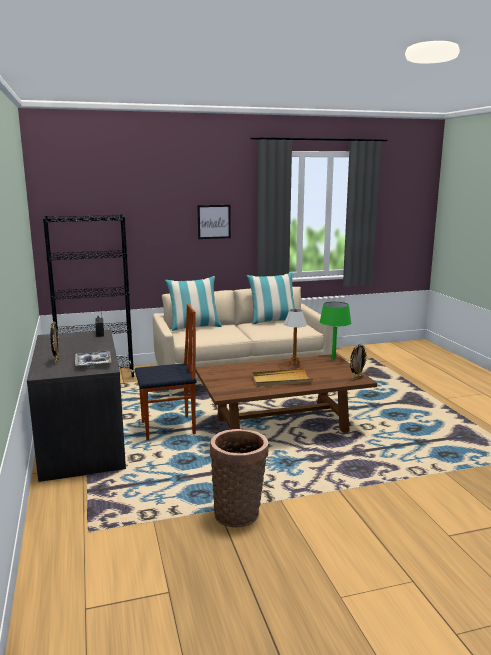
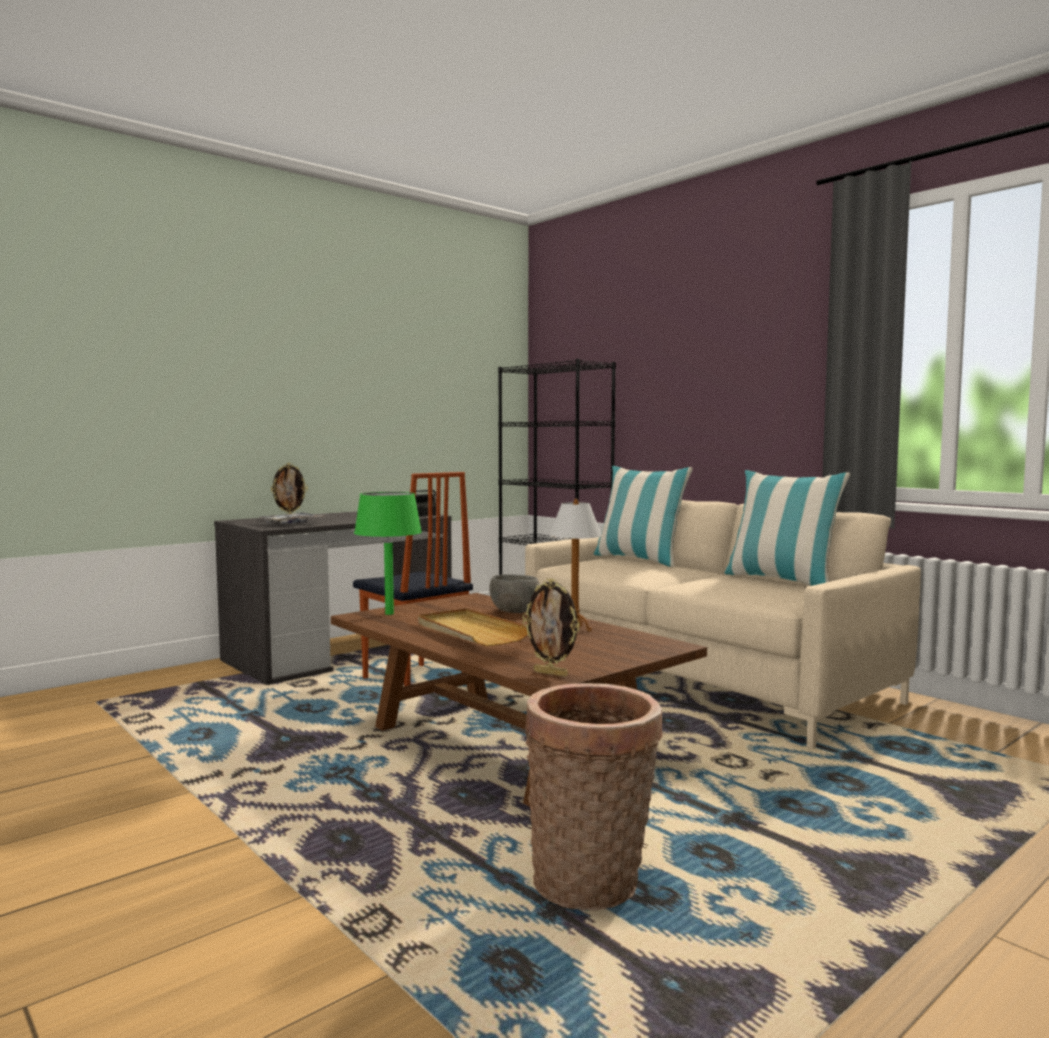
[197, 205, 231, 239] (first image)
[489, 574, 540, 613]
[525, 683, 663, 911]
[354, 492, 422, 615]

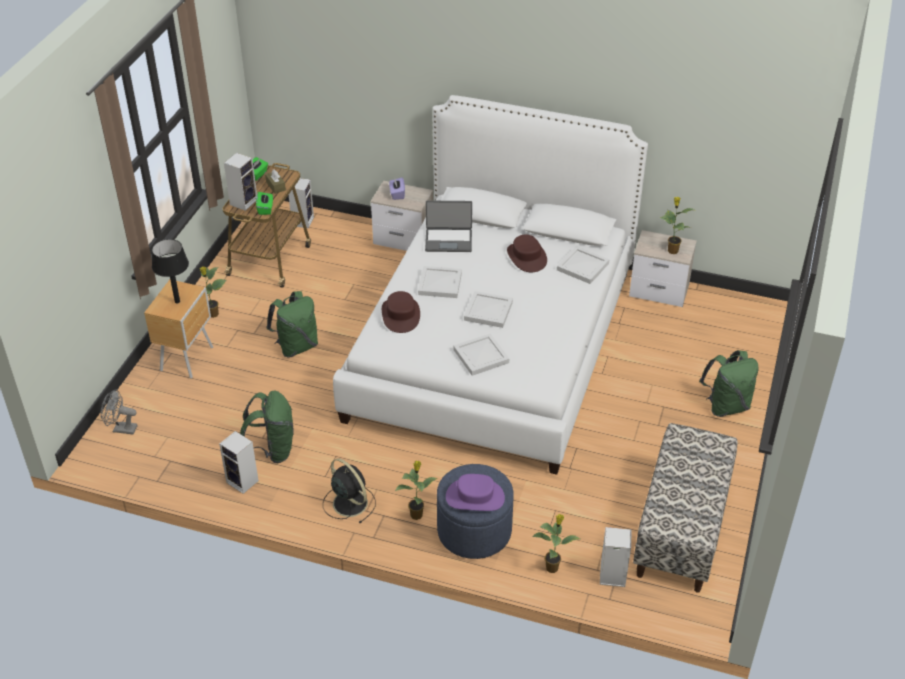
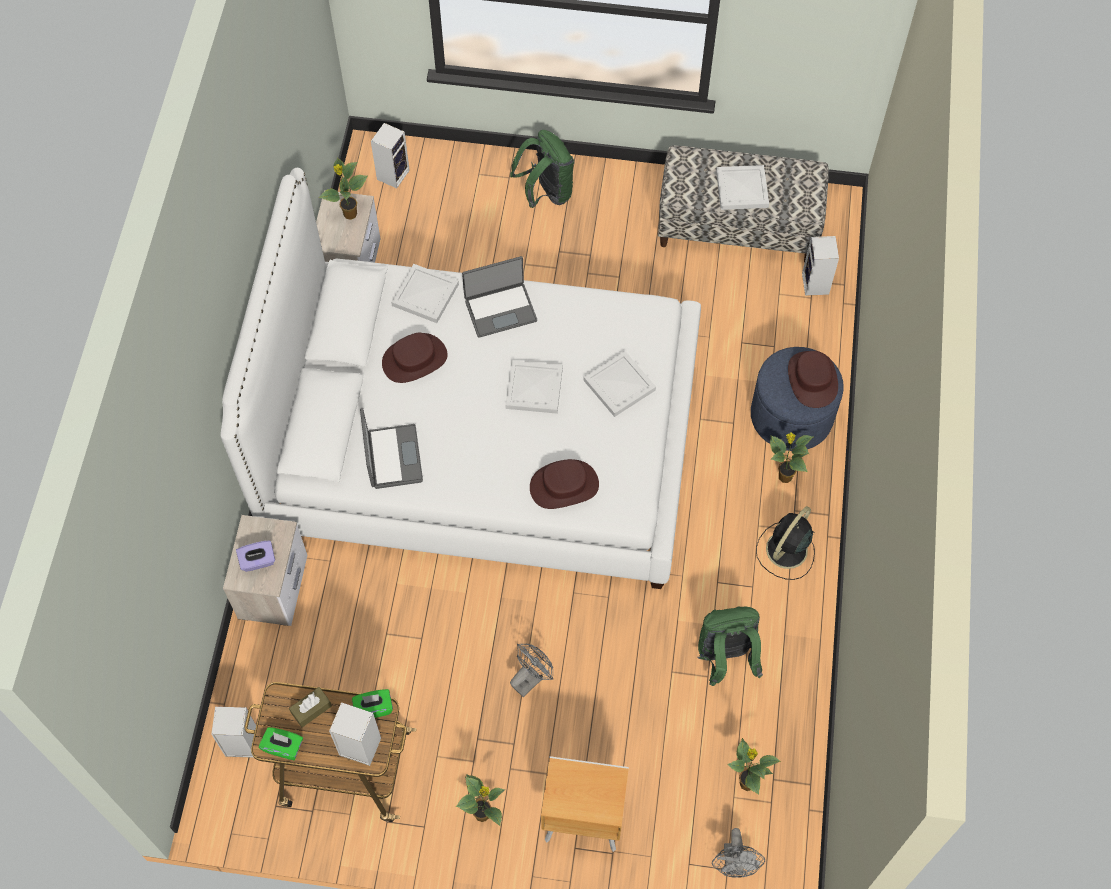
[152, 239, 189, 303] (first image)
[462, 256, 537, 338]
[371, 123, 410, 188]
[716, 165, 769, 210]
[727, 738, 781, 795]
[510, 644, 553, 697]
[788, 351, 838, 408]

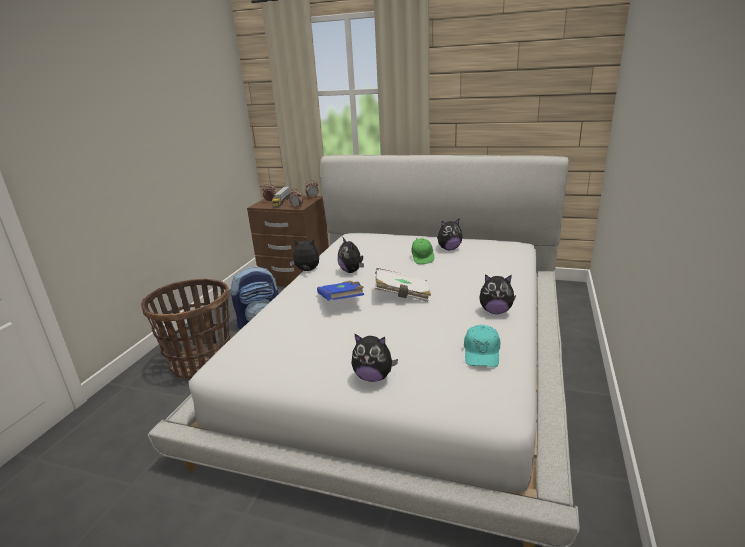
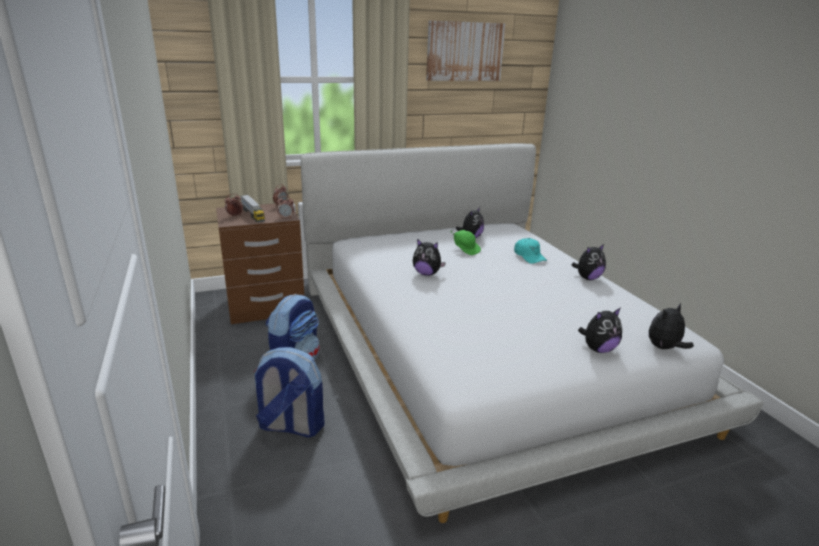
[317, 280, 364, 301] (first image)
[375, 268, 431, 302] (first image)
[426, 20, 505, 81]
[649, 303, 694, 349]
[514, 238, 547, 264]
[254, 347, 325, 437]

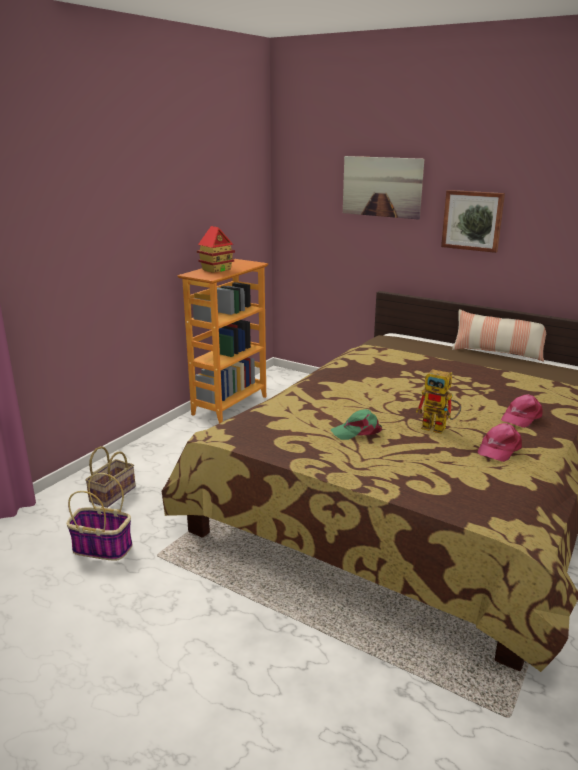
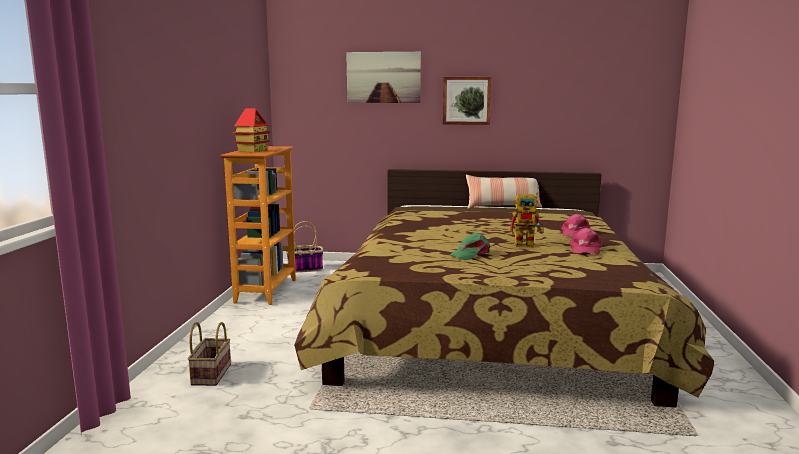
[286, 221, 323, 272]

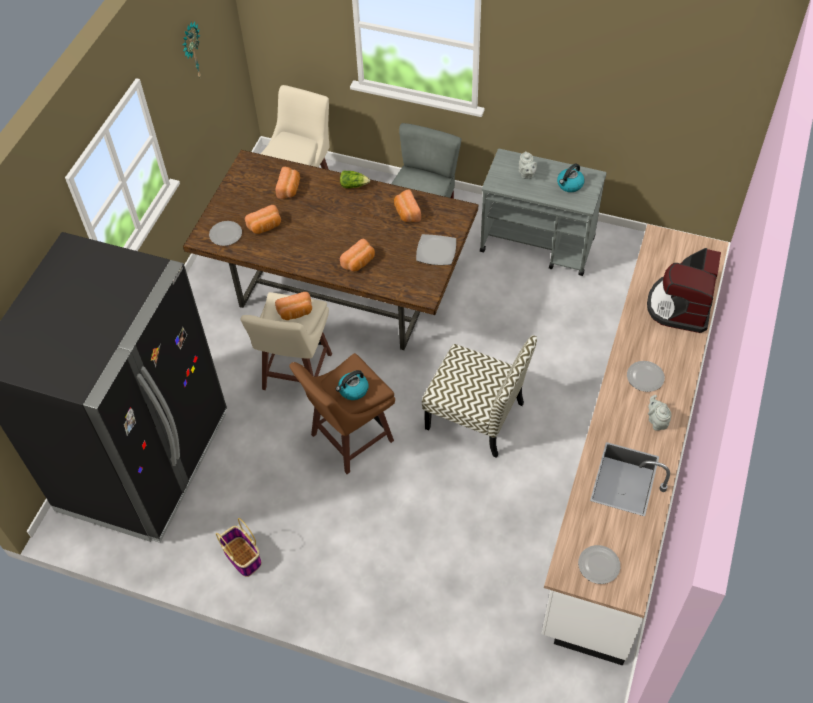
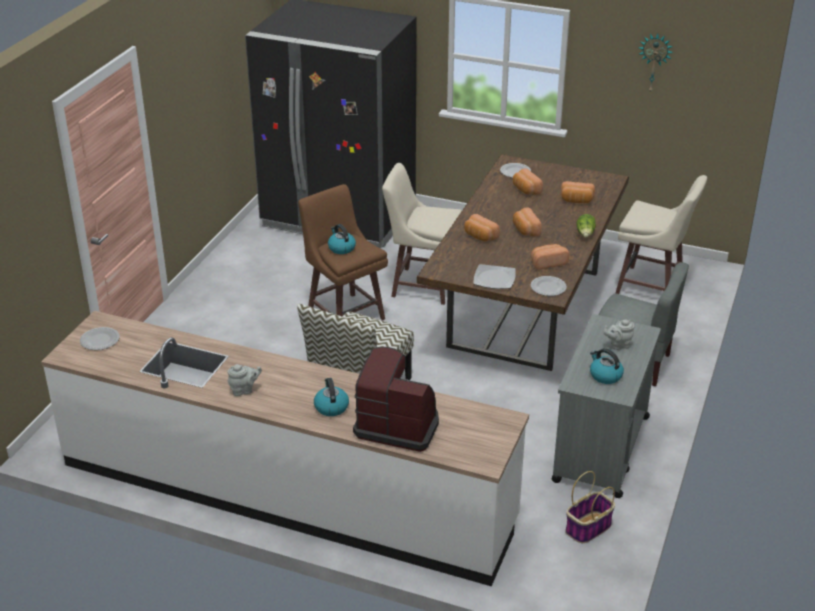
[314, 378, 349, 416]
[565, 471, 615, 543]
[513, 207, 542, 236]
[531, 276, 567, 296]

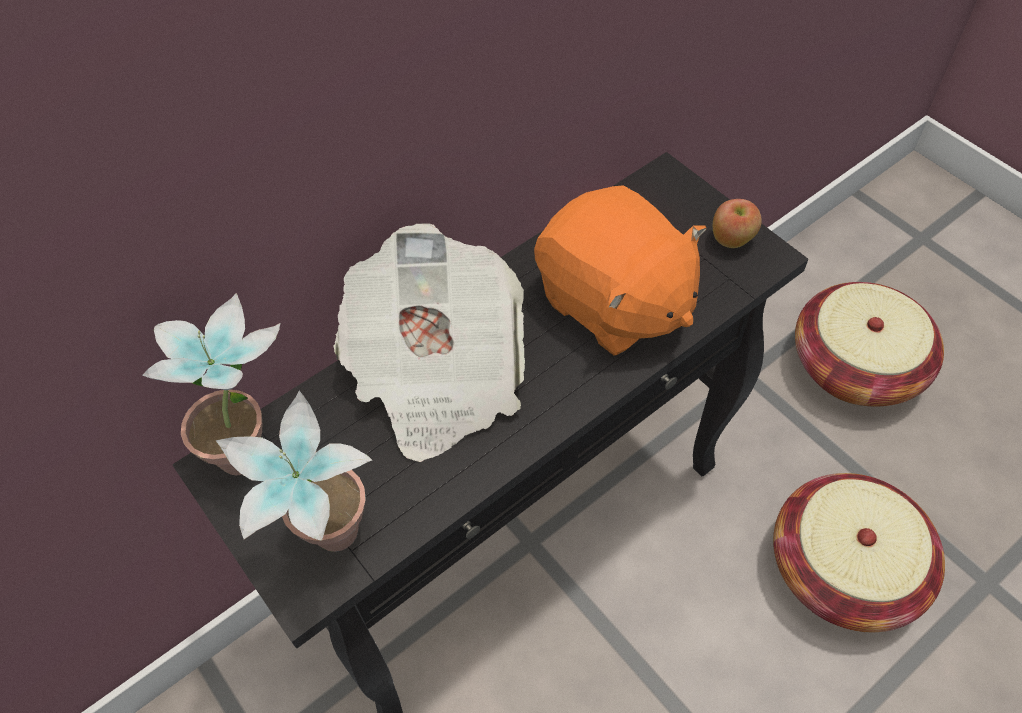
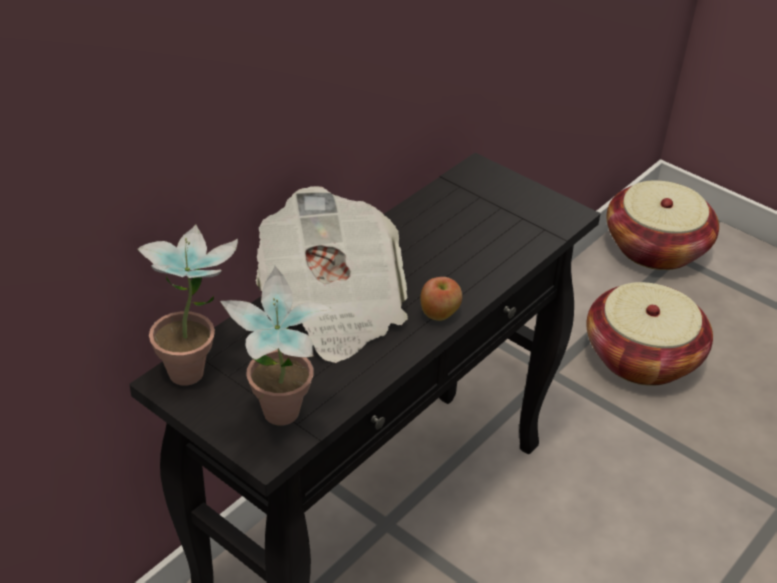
[534, 185, 706, 356] (first image)
[420, 277, 462, 321]
[606, 180, 719, 270]

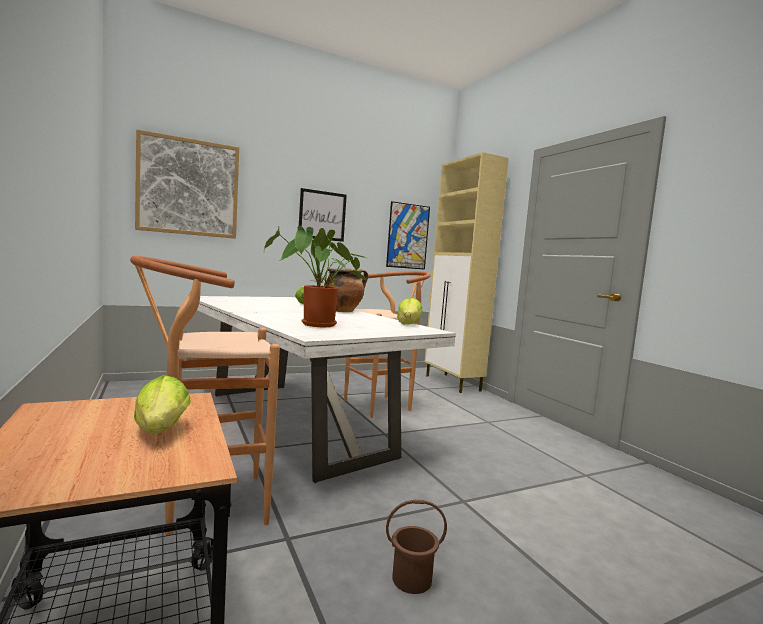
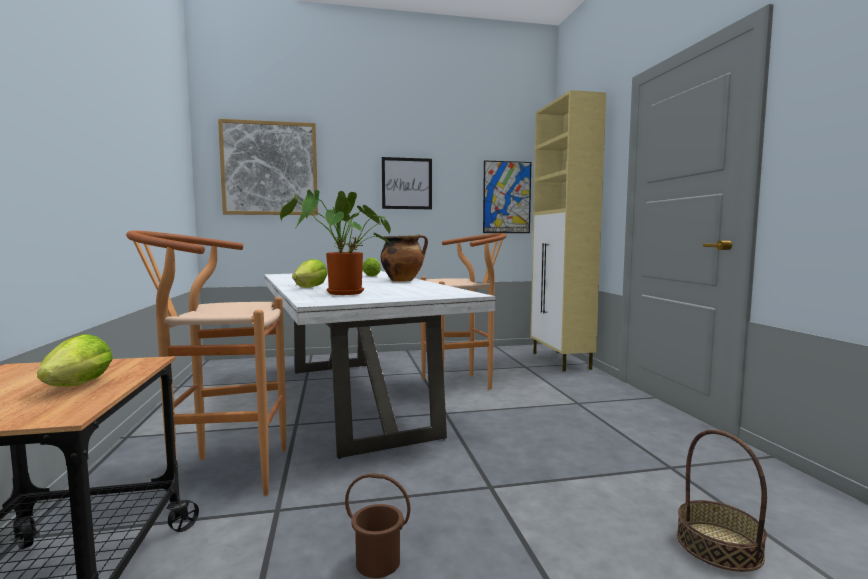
[677, 430, 767, 572]
[292, 259, 327, 288]

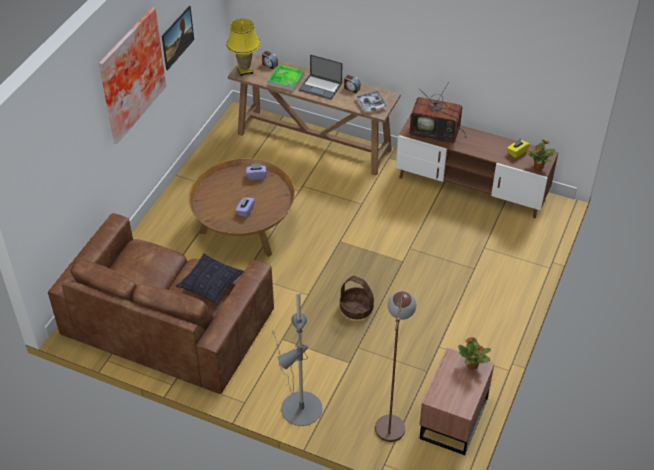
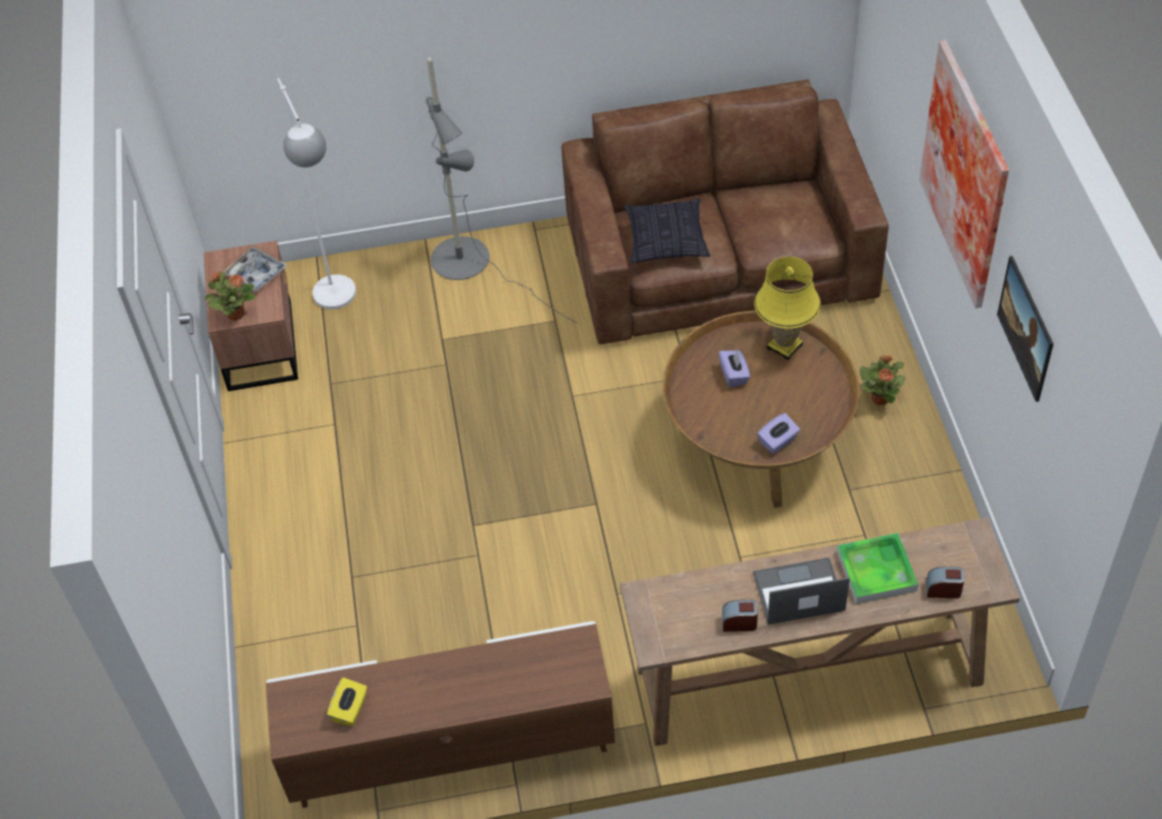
[340, 276, 374, 319] (first image)
[410, 82, 467, 144] (first image)
[754, 257, 821, 360]
[223, 247, 288, 293]
[860, 355, 905, 405]
[277, 78, 356, 309]

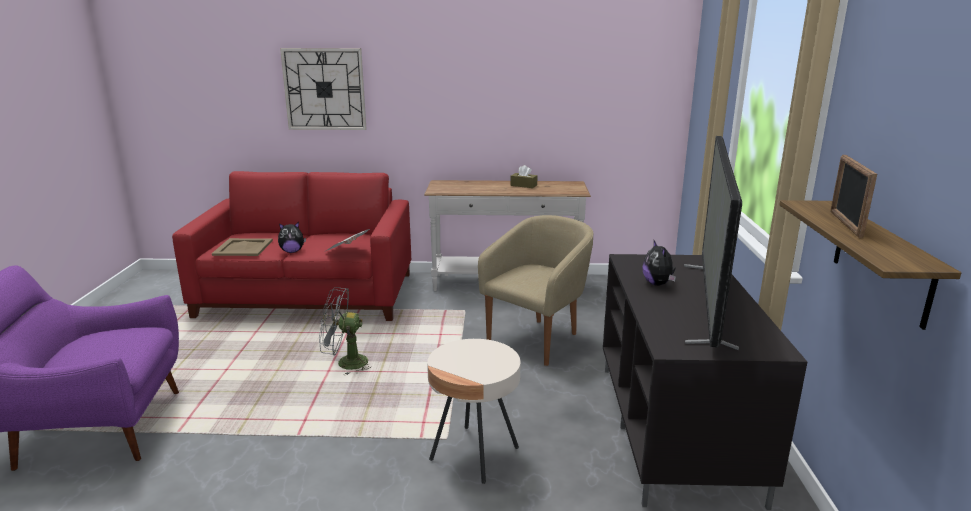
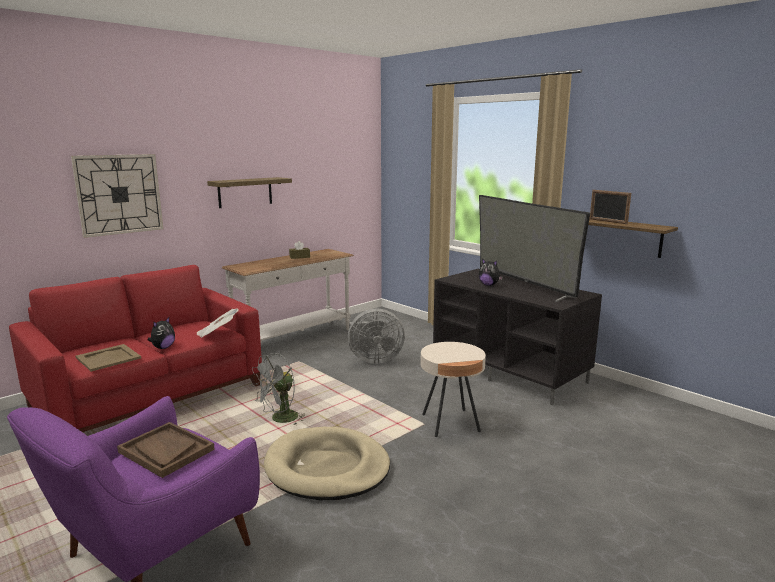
[117, 422, 215, 478]
[207, 177, 292, 208]
[264, 427, 390, 500]
[348, 309, 405, 364]

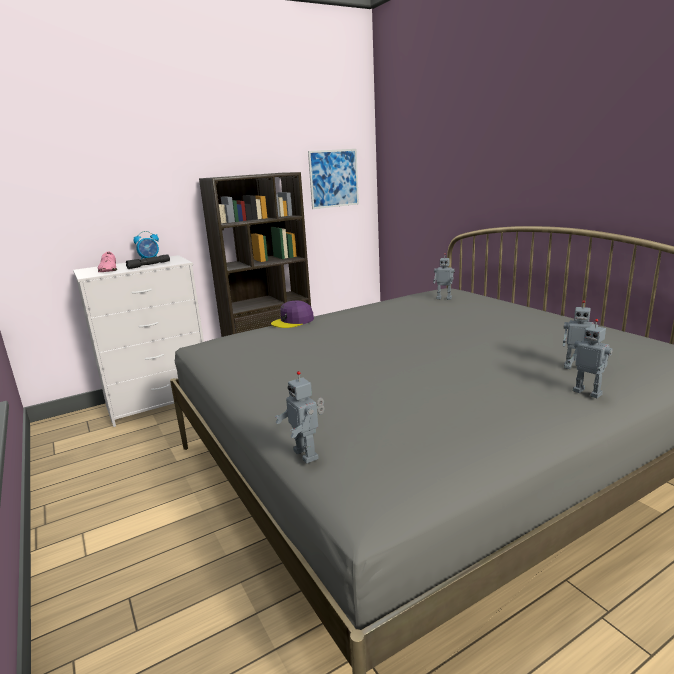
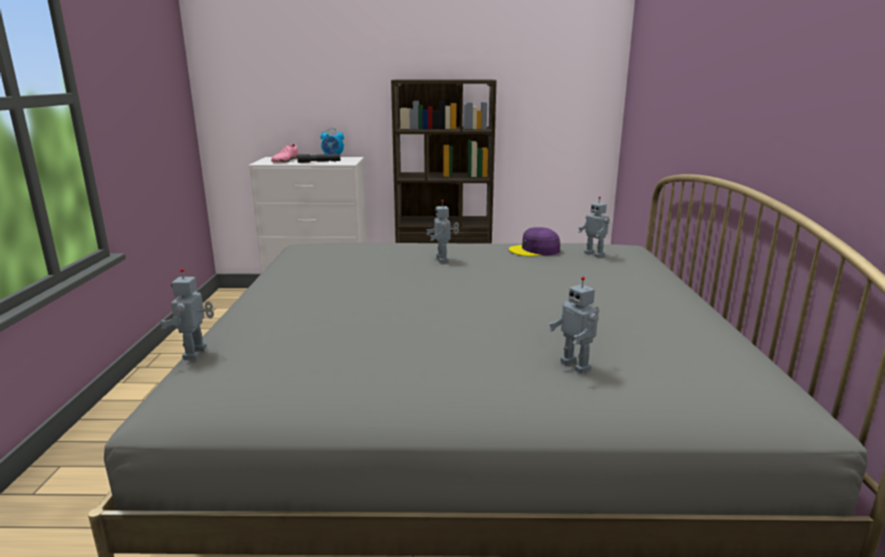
[308, 149, 359, 209] (first image)
[509, 227, 560, 257]
[427, 200, 459, 263]

